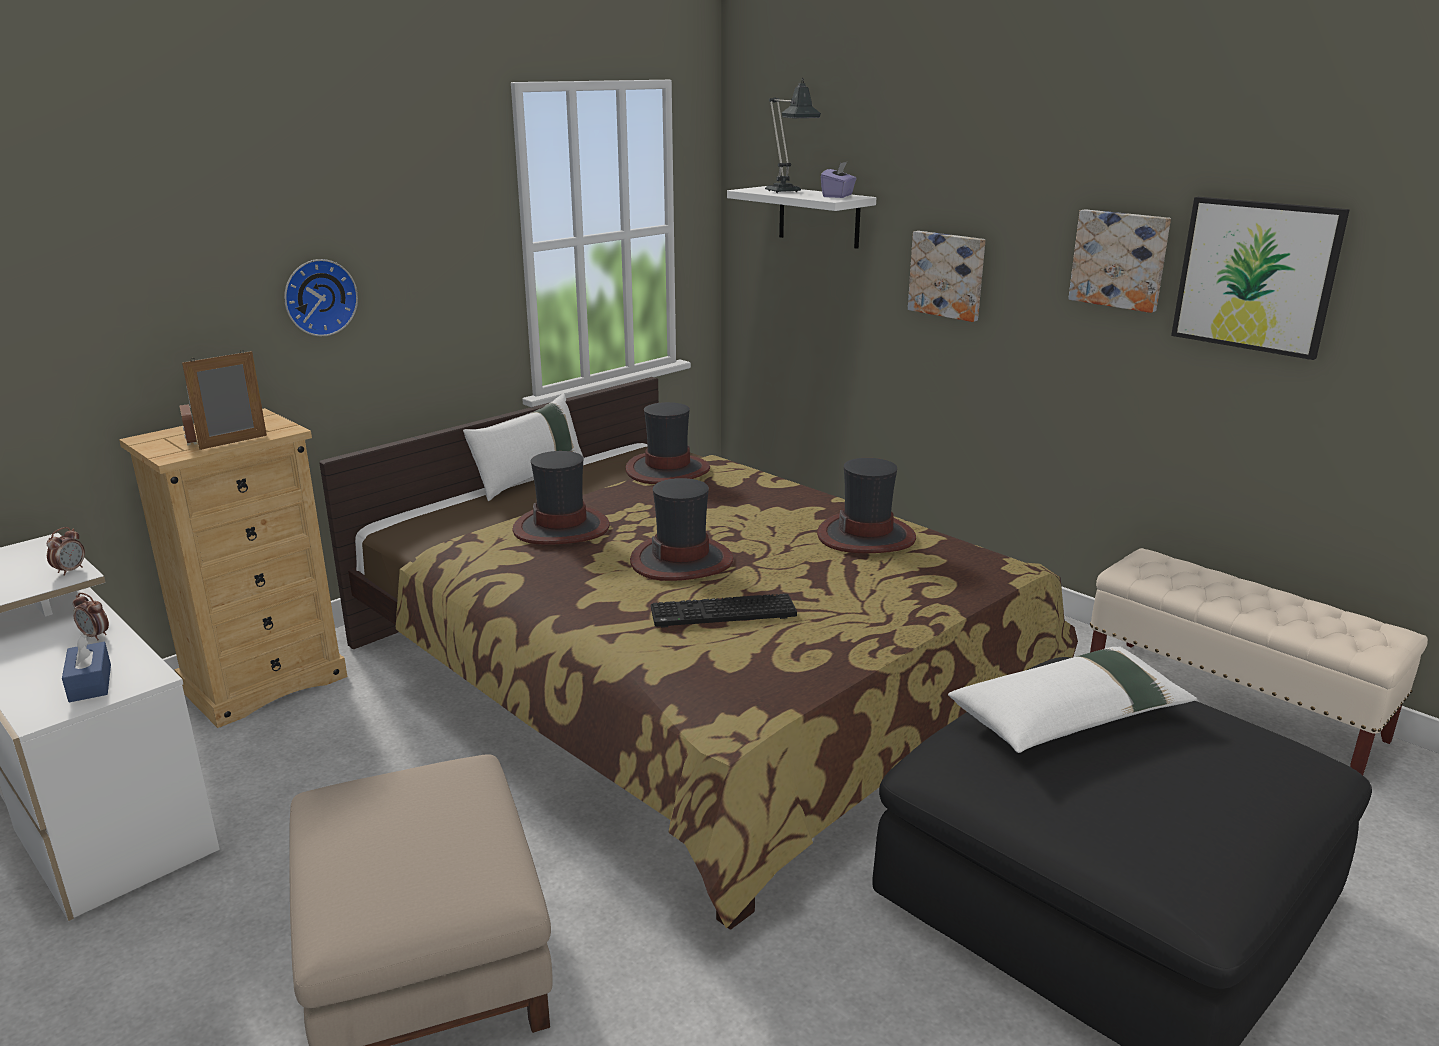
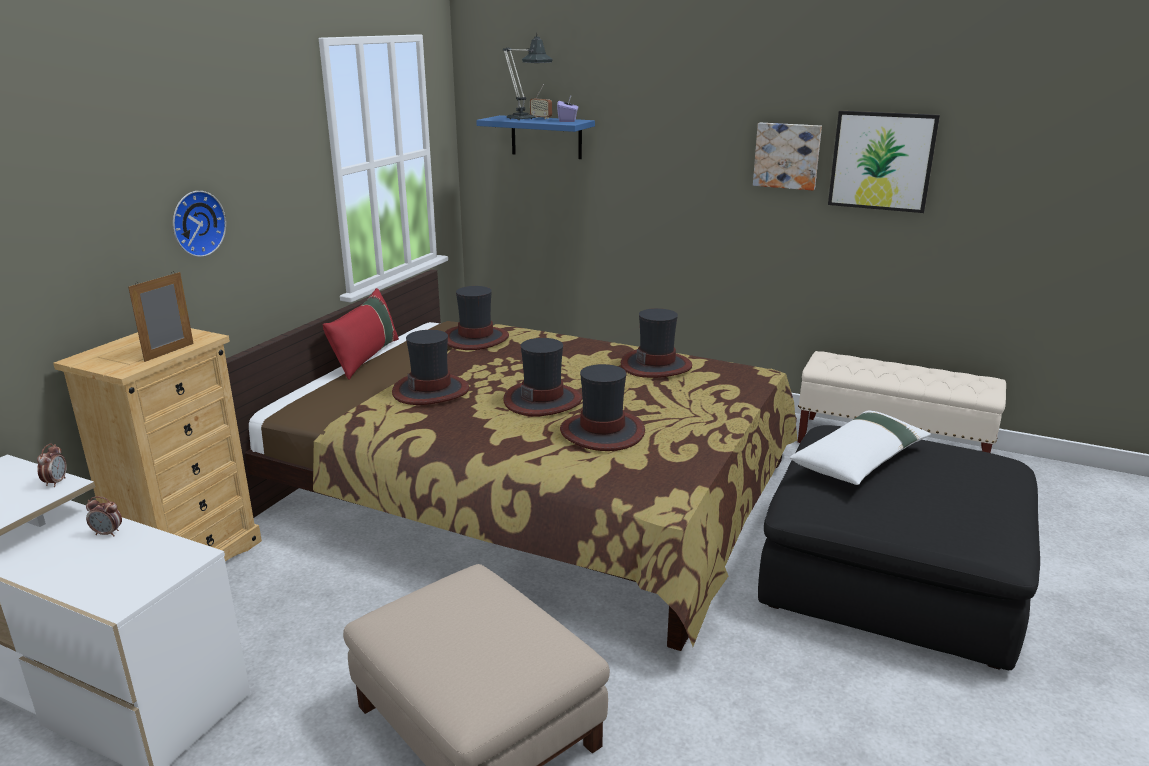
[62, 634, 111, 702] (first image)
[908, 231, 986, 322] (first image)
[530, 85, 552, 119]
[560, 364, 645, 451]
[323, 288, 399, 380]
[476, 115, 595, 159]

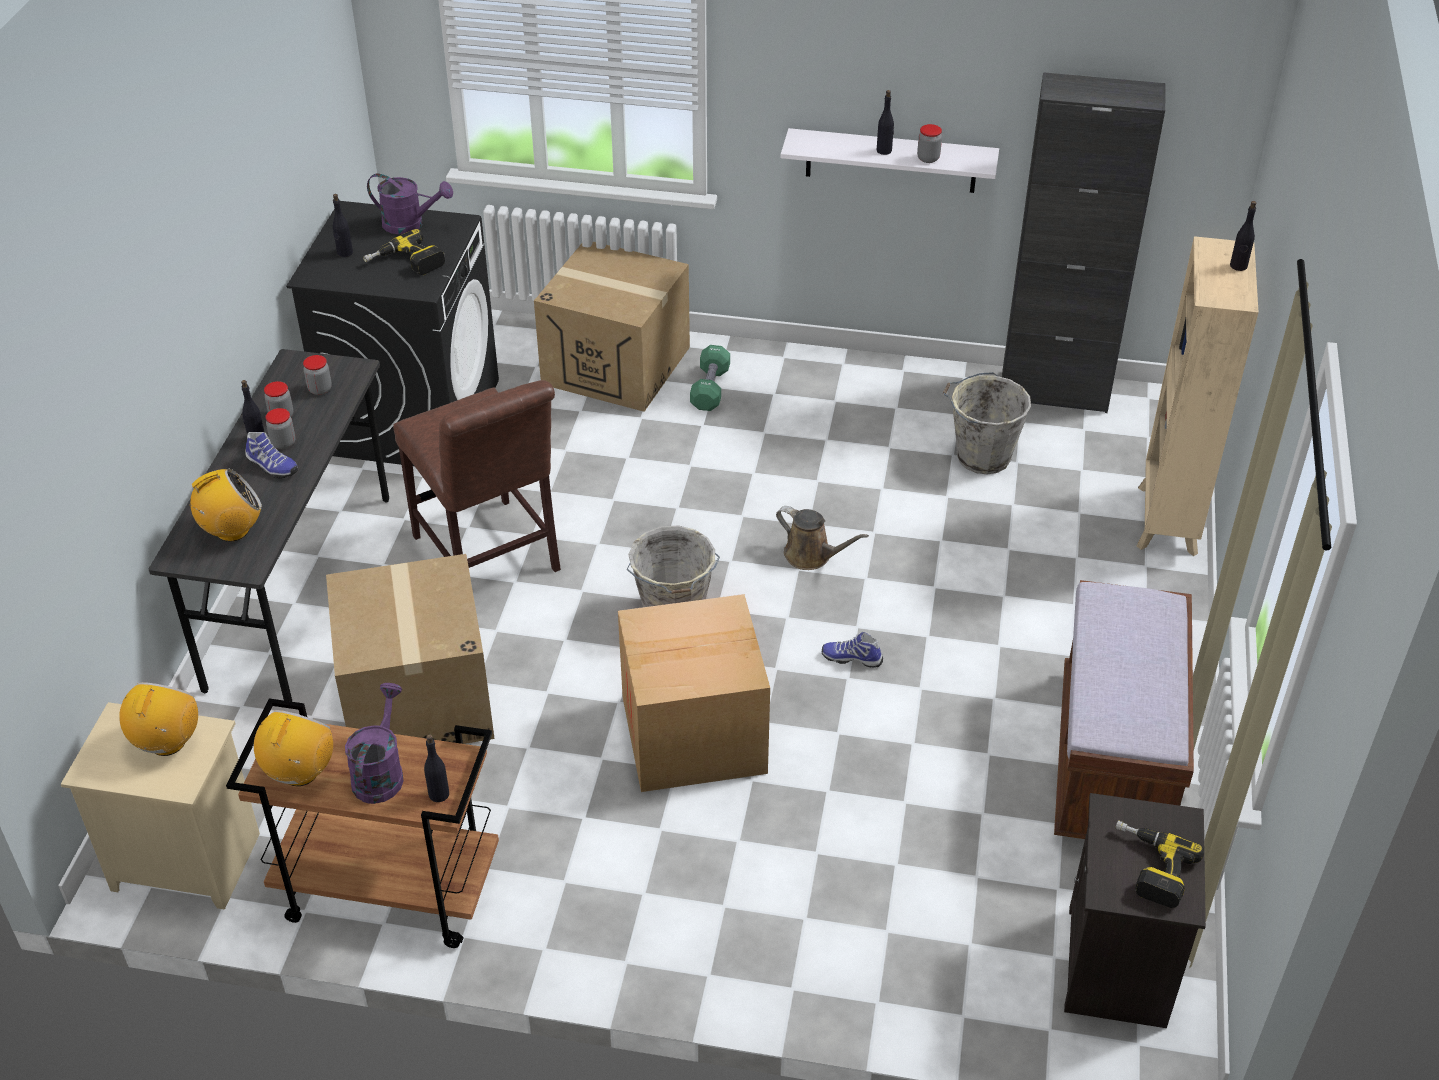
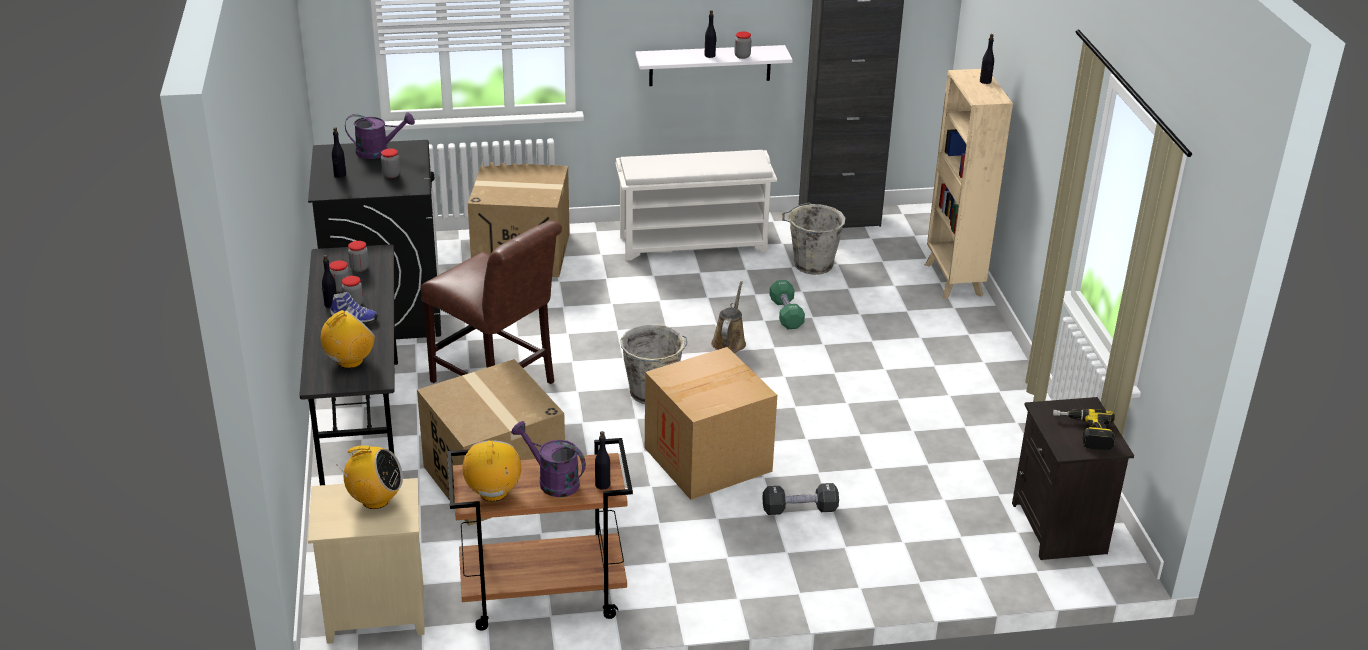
[822, 632, 883, 668] (first image)
[1054, 580, 1194, 839] (first image)
[616, 150, 777, 261]
[763, 483, 839, 515]
[770, 280, 805, 329]
[381, 148, 400, 178]
[336, 445, 403, 509]
[511, 421, 586, 497]
[711, 281, 746, 353]

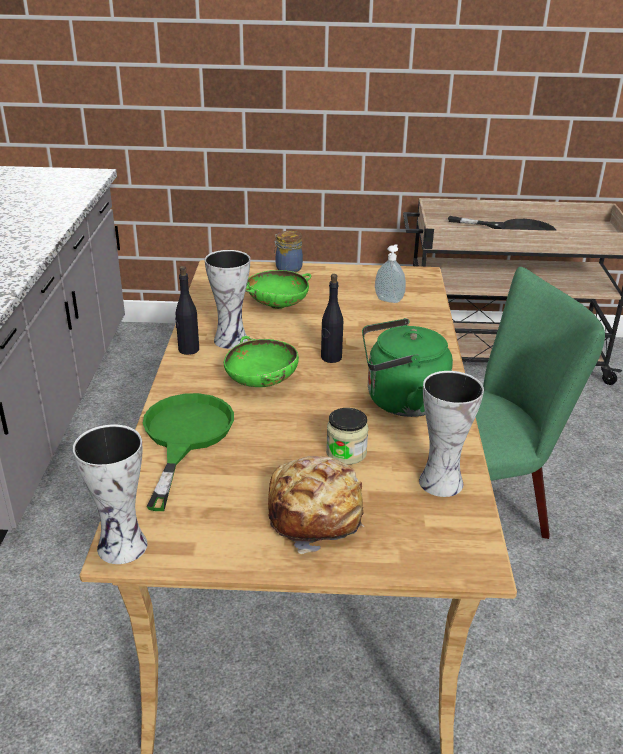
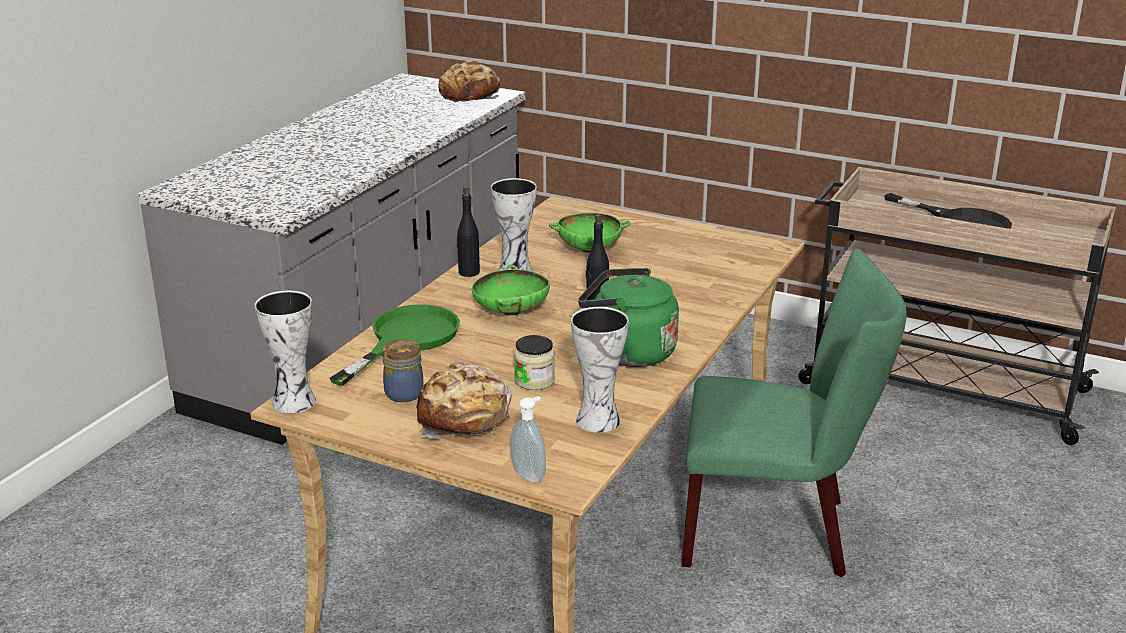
[438, 60, 500, 102]
[383, 339, 424, 402]
[510, 396, 546, 483]

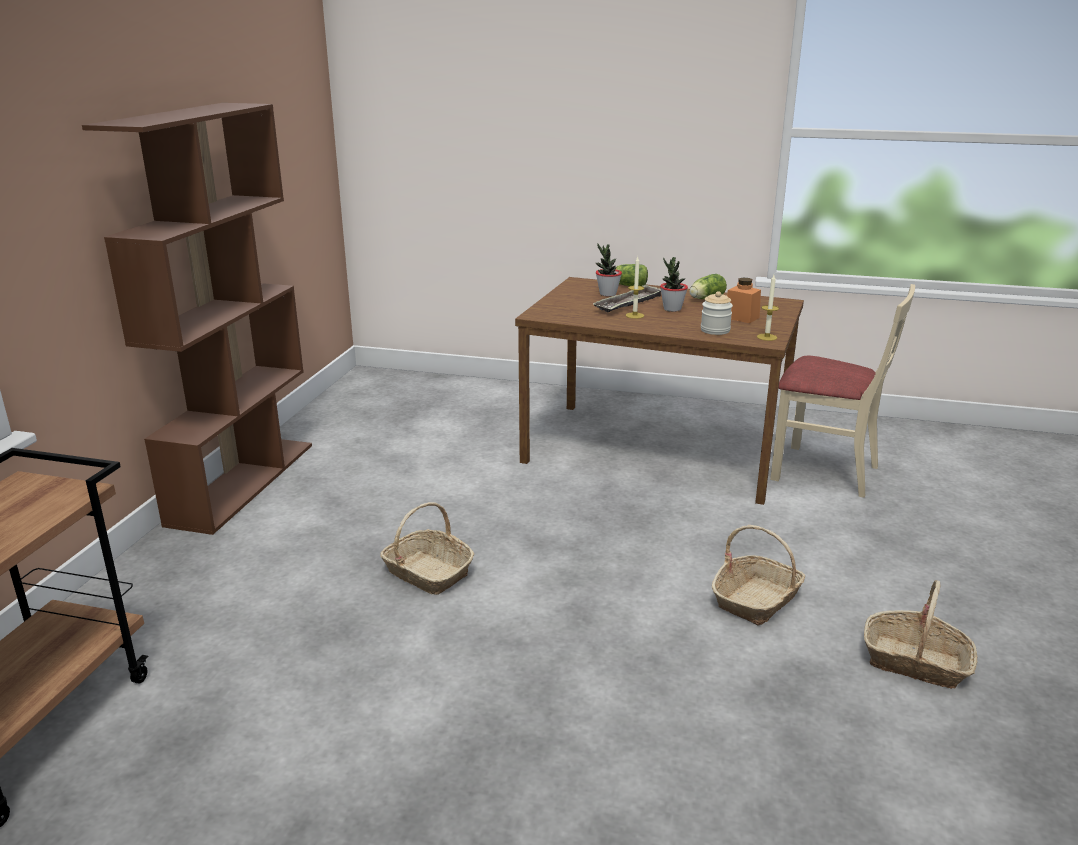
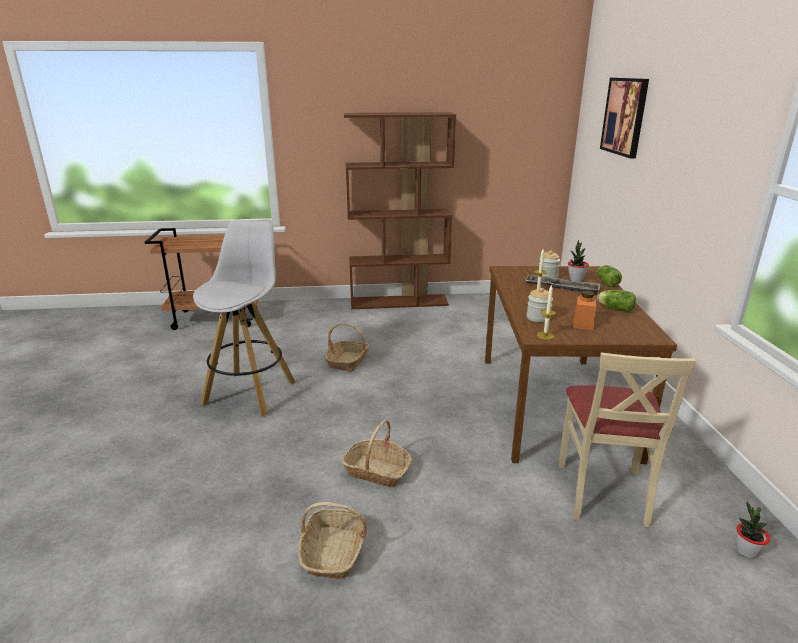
[193, 219, 296, 416]
[539, 250, 560, 278]
[600, 78, 649, 159]
[737, 501, 770, 559]

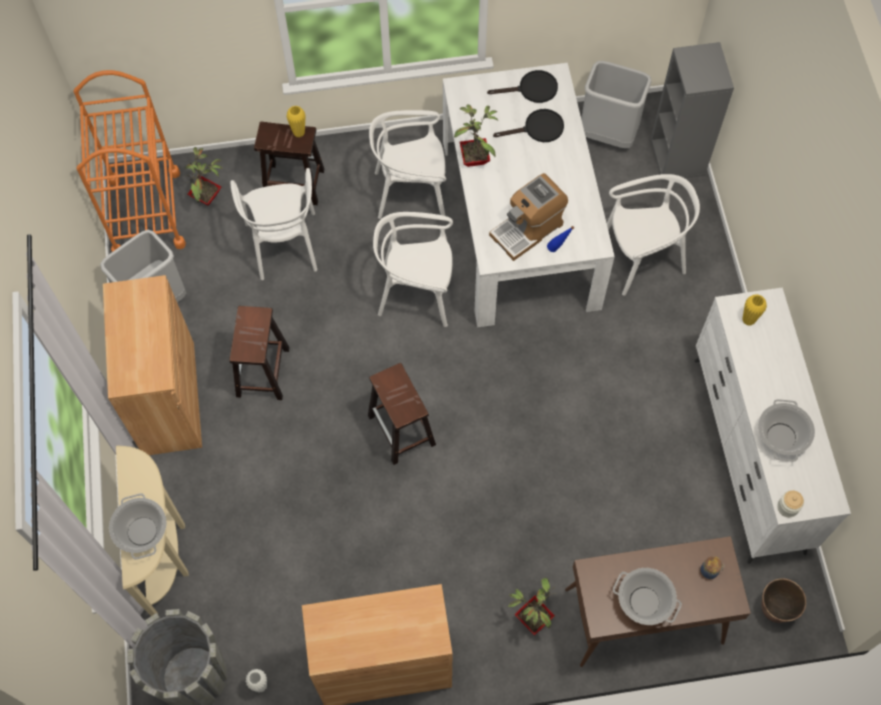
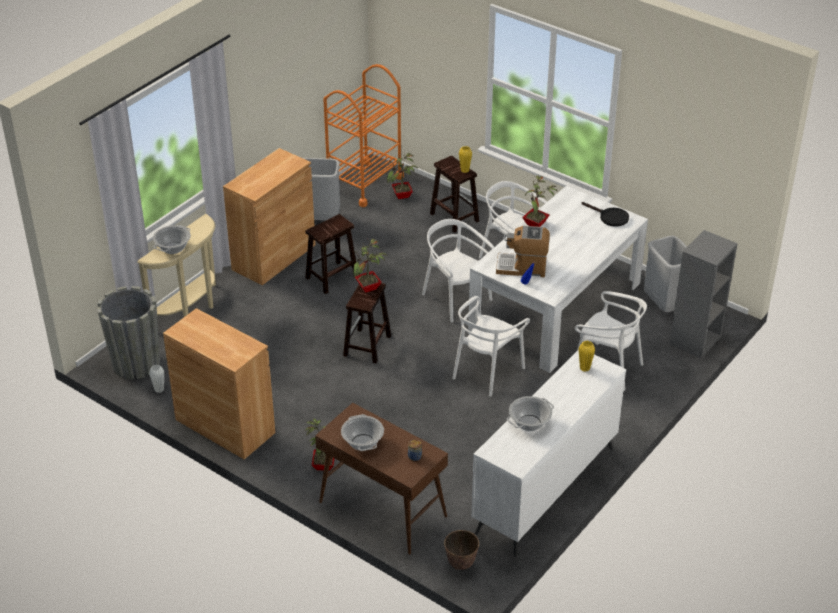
[493, 109, 564, 142] (first image)
[777, 490, 804, 517] (first image)
[353, 239, 388, 293]
[452, 296, 530, 397]

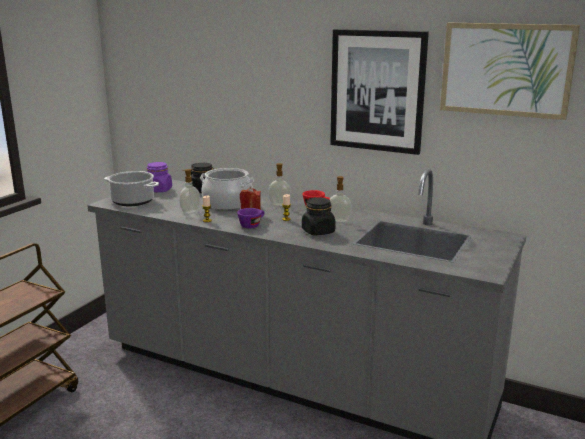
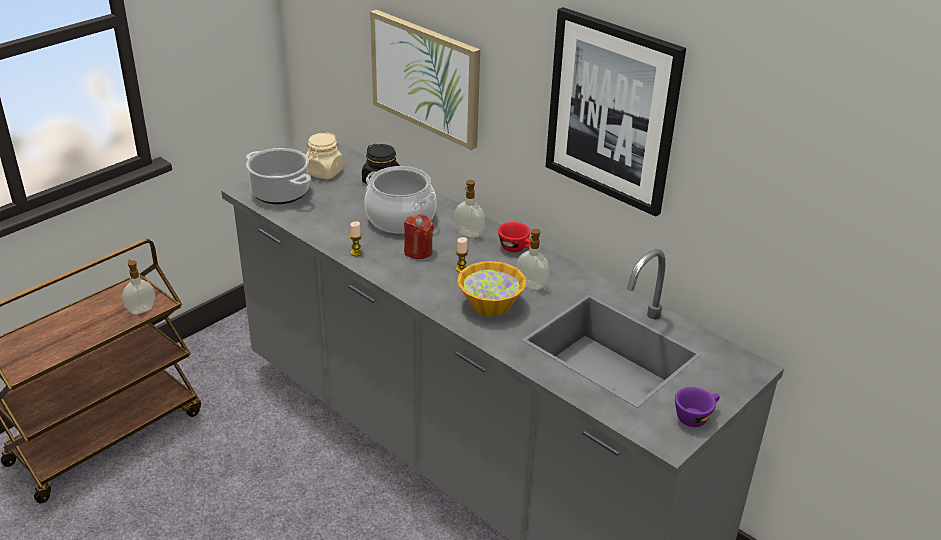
[122, 260, 155, 314]
[675, 387, 720, 427]
[370, 10, 480, 150]
[457, 261, 526, 317]
[306, 132, 344, 179]

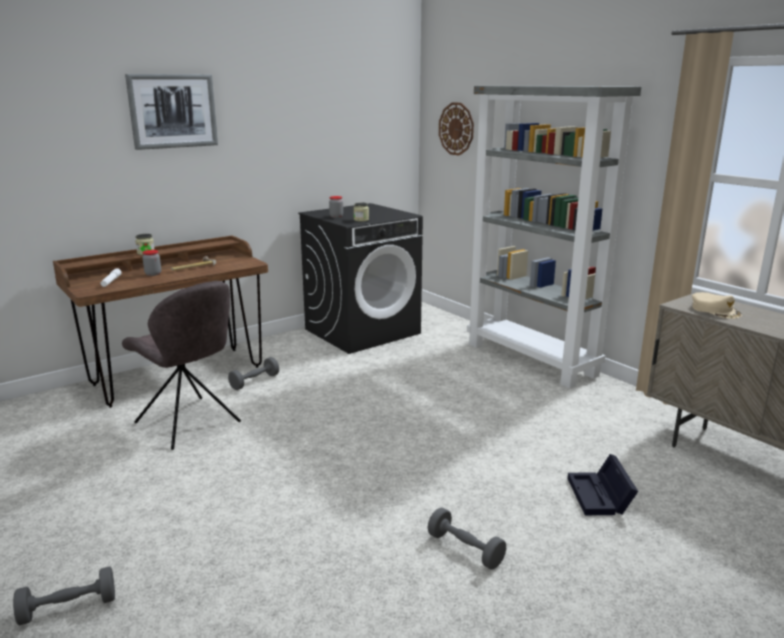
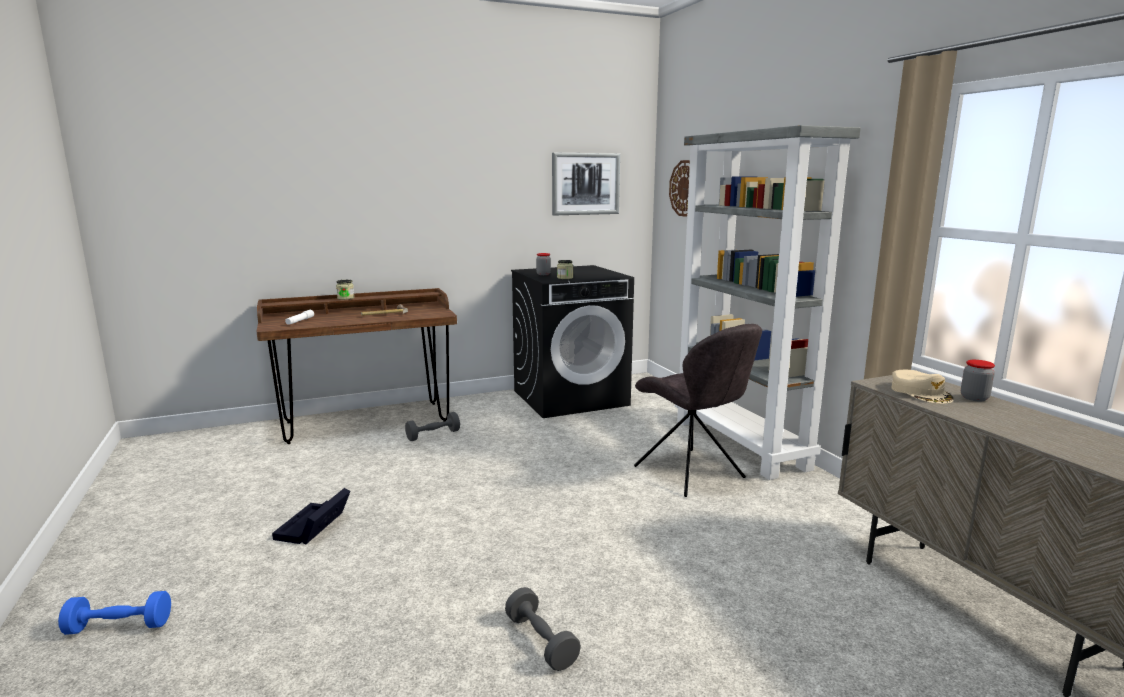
[634, 324, 762, 497]
[552, 153, 620, 215]
[961, 360, 995, 401]
[272, 488, 351, 544]
[58, 591, 171, 635]

